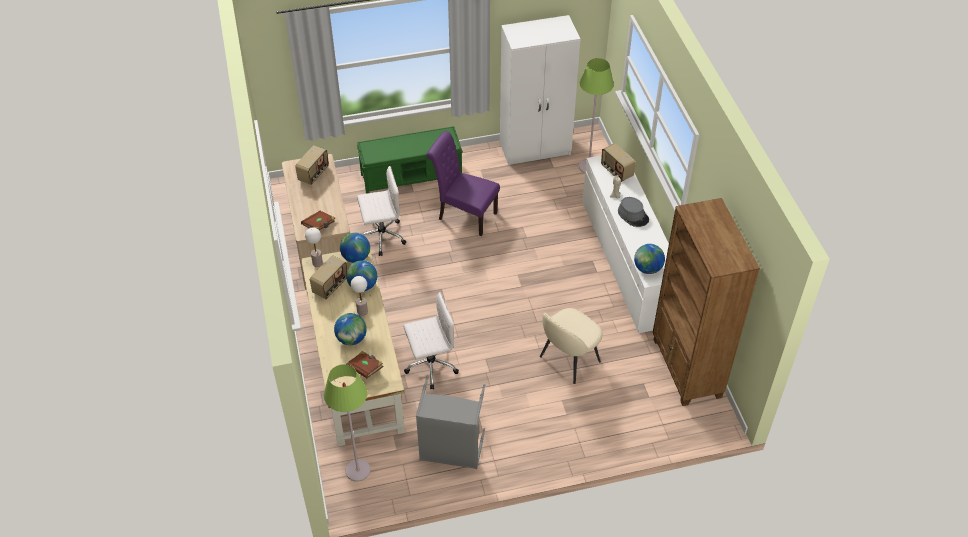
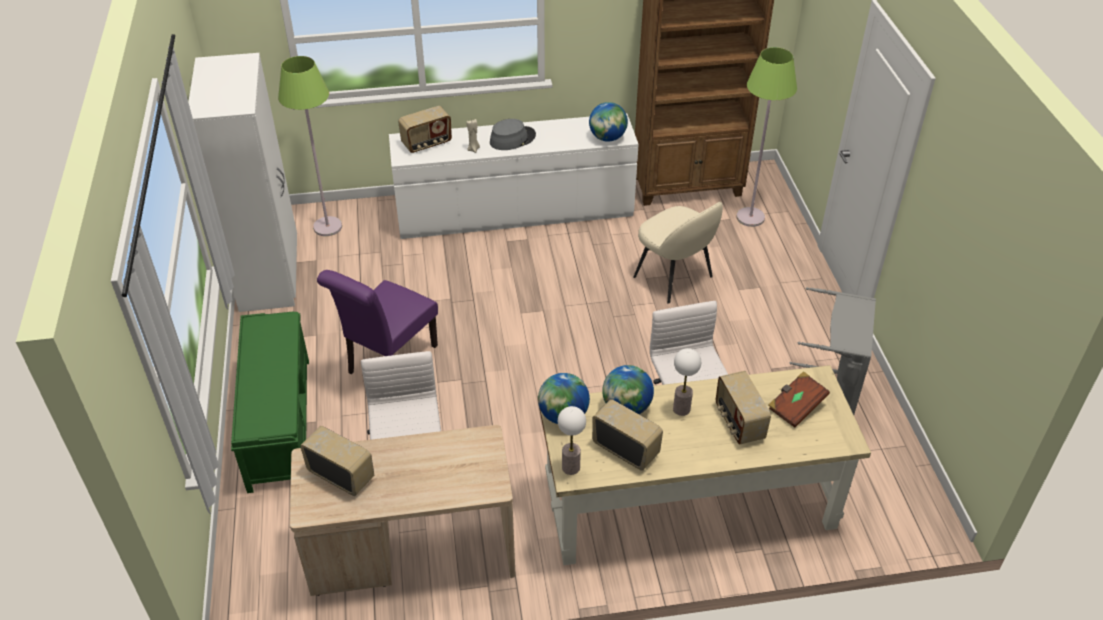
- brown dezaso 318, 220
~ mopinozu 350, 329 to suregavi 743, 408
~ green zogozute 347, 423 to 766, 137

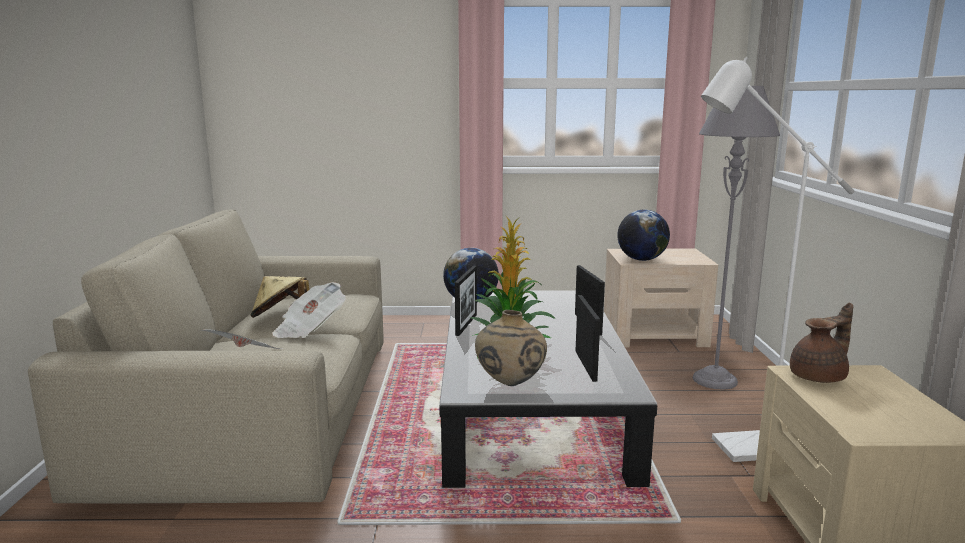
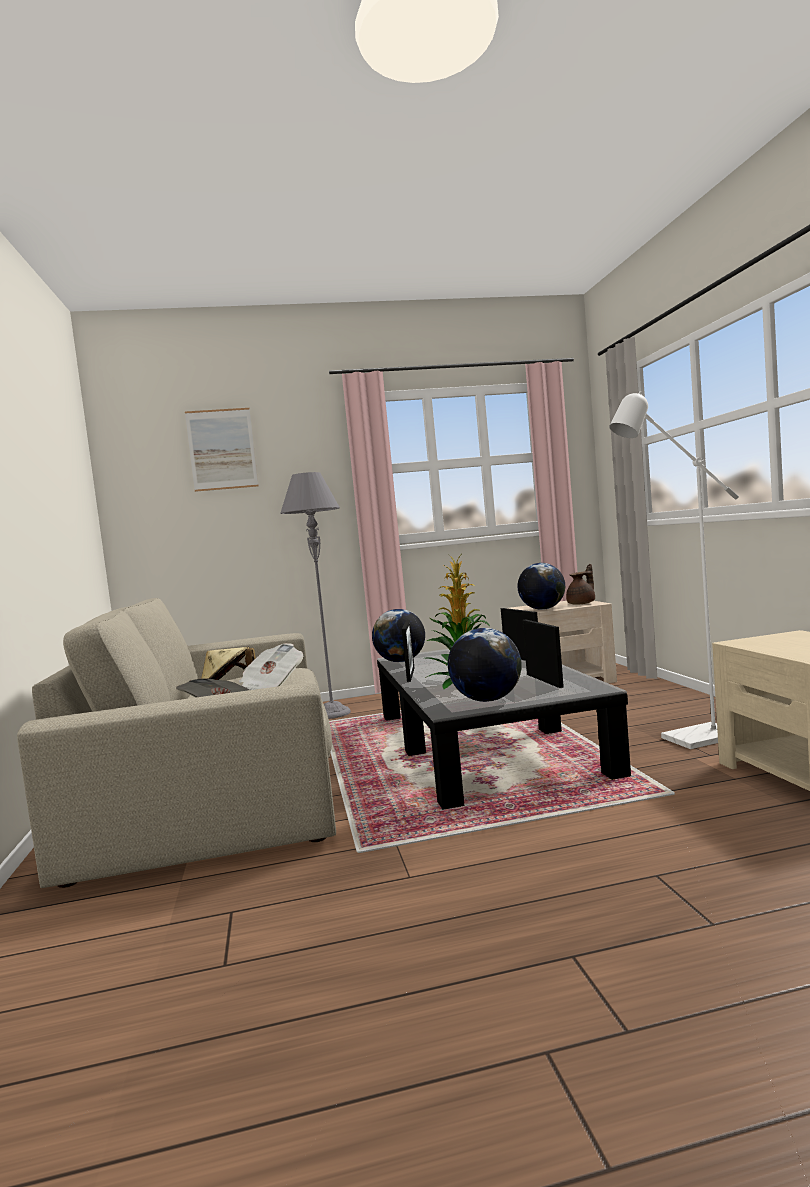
~ grey zogozute 736, 238 to 315, 595
~ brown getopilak 821, 343 to 580, 584
~ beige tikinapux 511, 348 to mopinozu 485, 665
+ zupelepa 222, 450

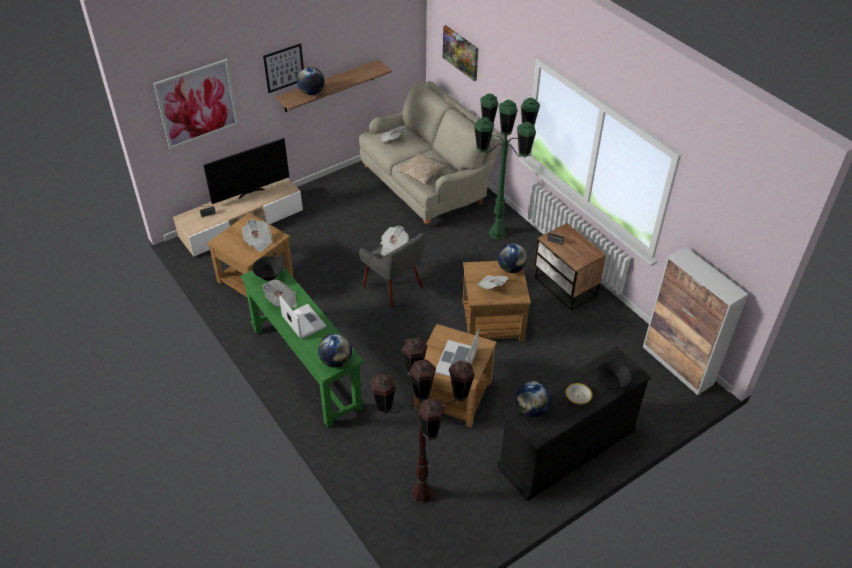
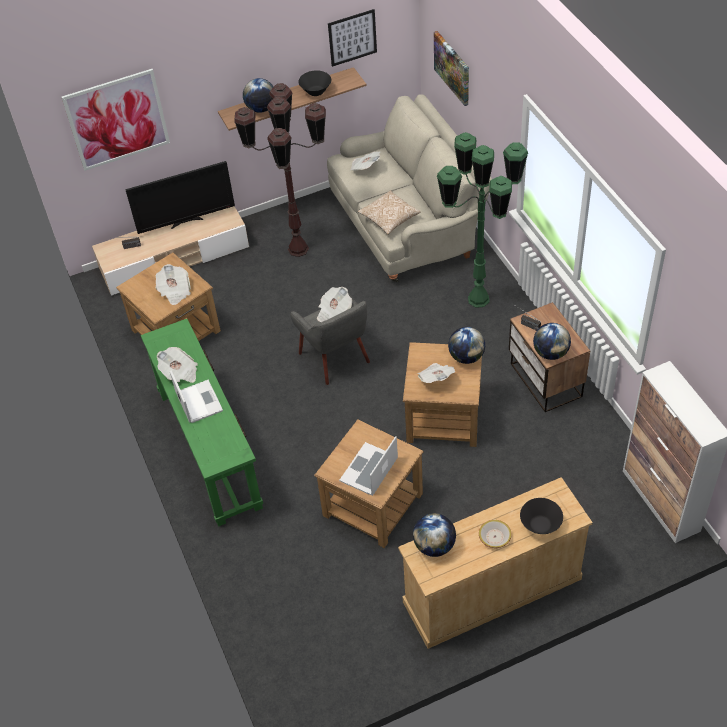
~ zupelepa 283, 68 to 352, 38
~ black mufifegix 268, 268 to 314, 83
~ mopinozu 335, 351 to 552, 341
~ brown zogozute 422, 421 to 280, 170
~ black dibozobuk 574, 423 to beige dibozobuk 495, 563

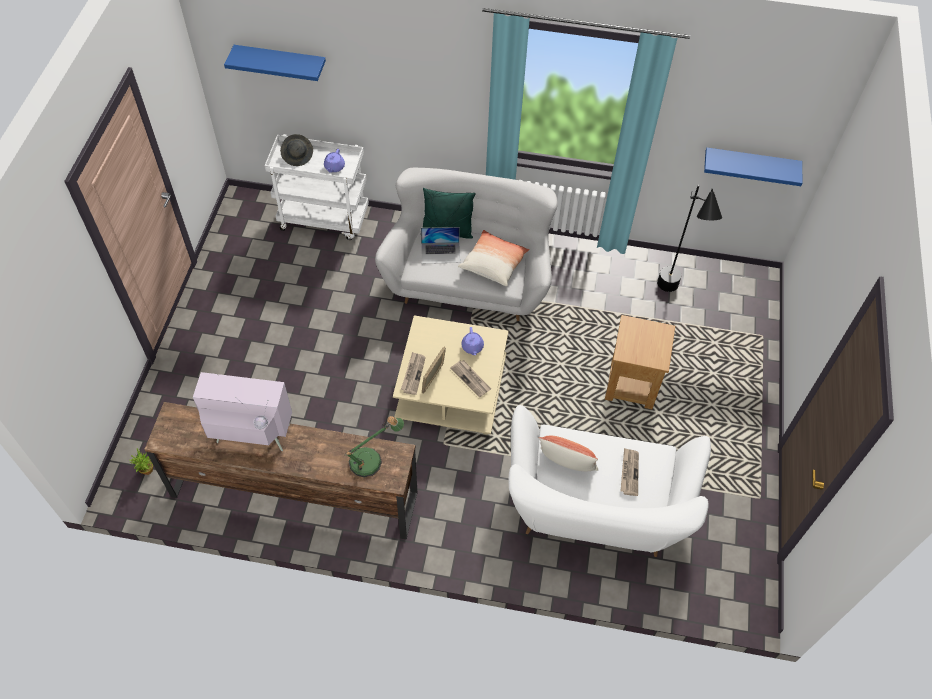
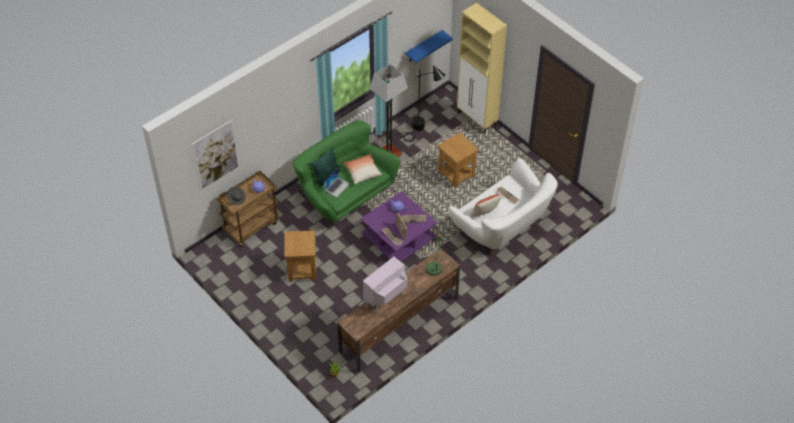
~ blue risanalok 275, 63 to zupelepa 215, 155
~ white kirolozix 317, 187 to brown kirolozix 248, 209
~ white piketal 466, 244 to green piketal 346, 173
~ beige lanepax 451, 375 to purple lanepax 399, 226
+ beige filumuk 482, 68
+ zogozute 392, 110
+ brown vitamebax 300, 256

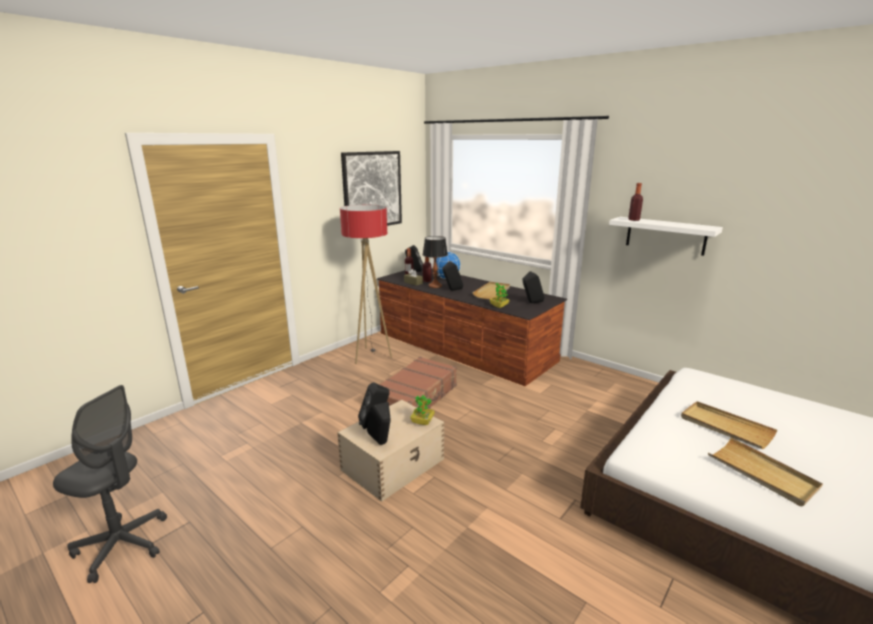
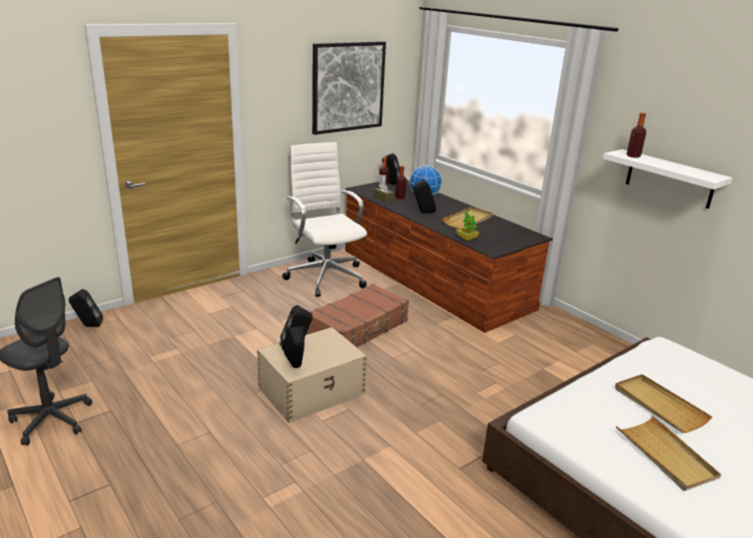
~ zogozute 366, 284 to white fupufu 324, 219
- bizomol 435, 262
~ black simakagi 533, 287 to 86, 308
- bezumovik 422, 410

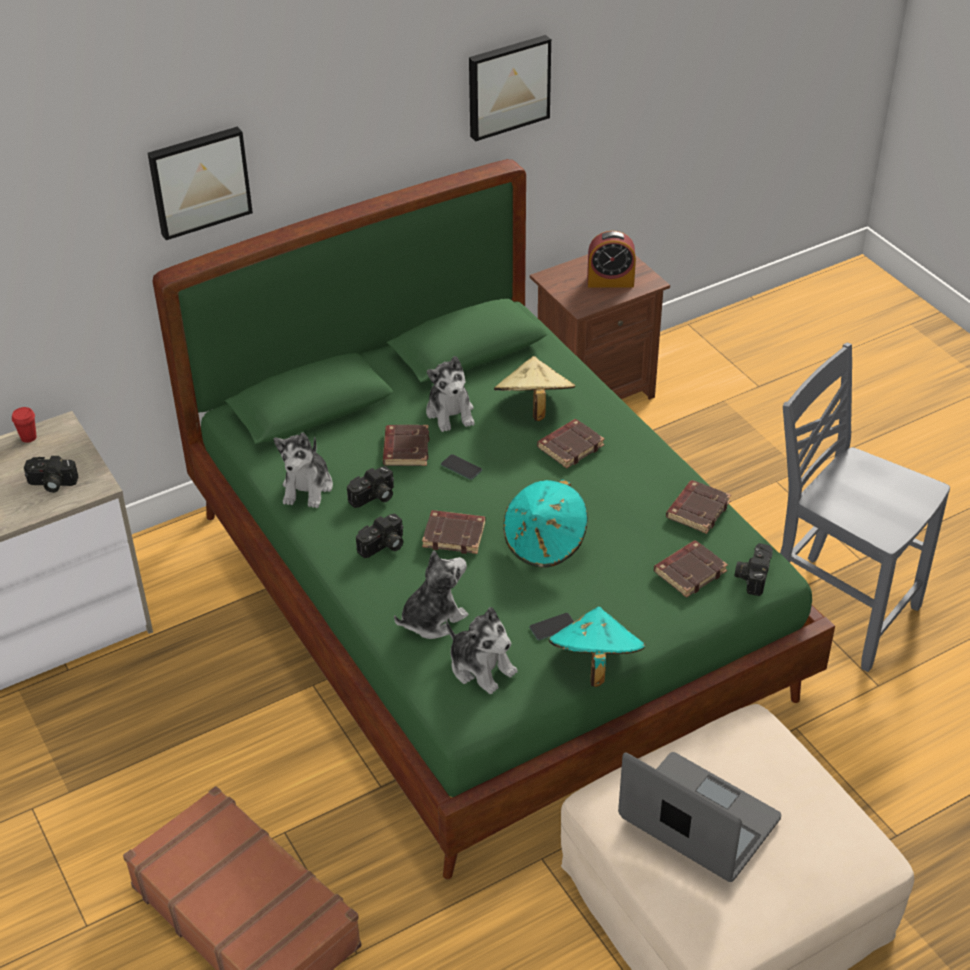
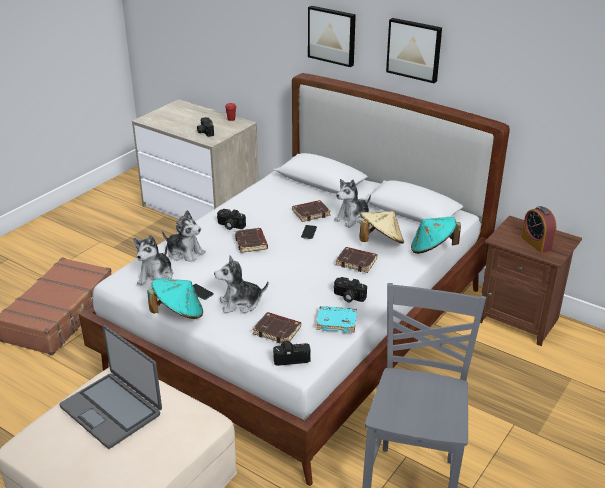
~ zupelepa 510, 88 to 414, 50
~ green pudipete 494, 519 to white pudipete 294, 279
~ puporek 303, 470 to 241, 284
~ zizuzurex 370, 487 to 350, 289
~ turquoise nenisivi 545, 523 to 436, 235
~ brown dezaso 698, 507 to turquoise dezaso 336, 319
~ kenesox 699, 817 = 110, 387 120 degrees clockwise

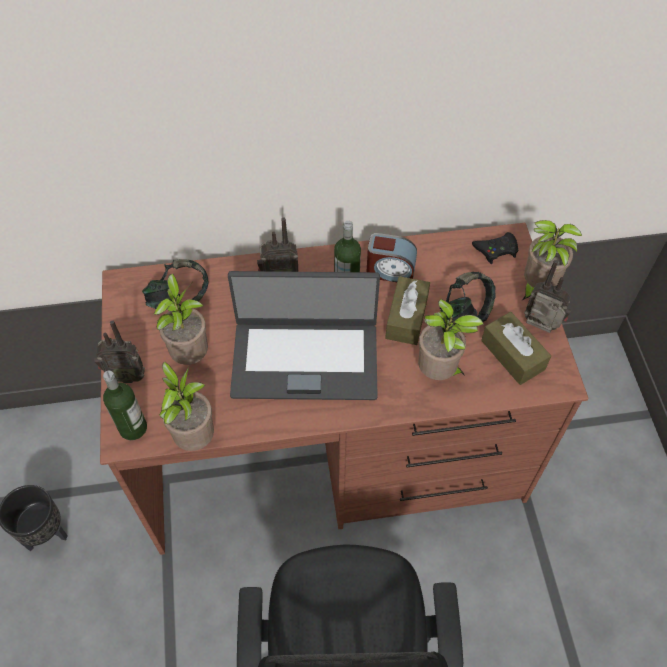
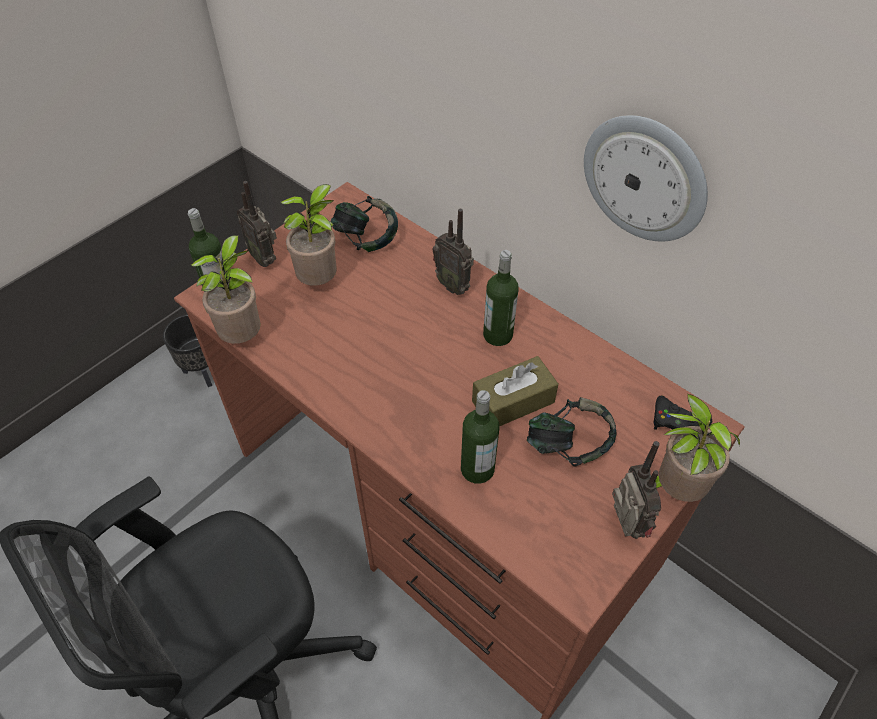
- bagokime 391, 257
- kenesox 304, 335
~ bezumovik 451, 339 to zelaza 480, 437
- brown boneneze 516, 348
+ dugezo 646, 178

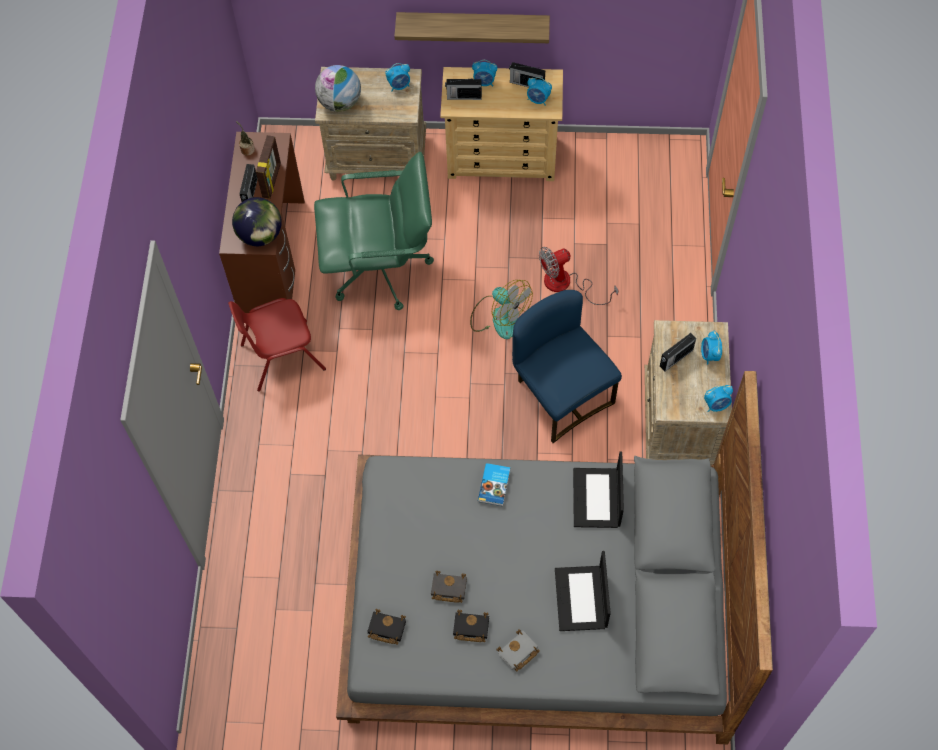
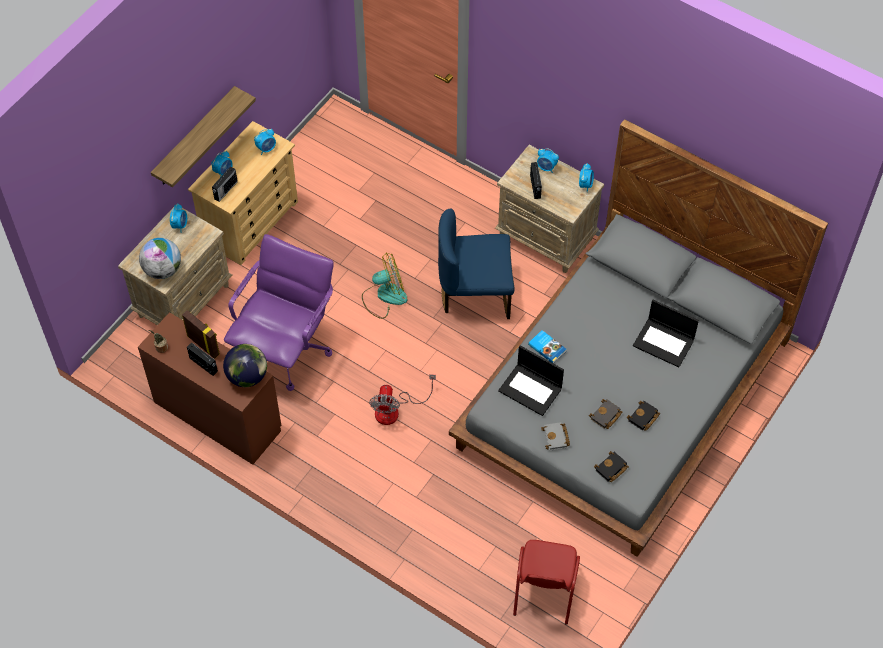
- suregavi 527, 74
~ green fupufu 374, 231 to purple fupufu 279, 312
~ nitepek 579, 276 to 402, 399
~ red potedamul 277, 345 to 546, 582
~ kenesox 598, 490 to 531, 380
~ grey dezaso 518, 650 to 555, 436

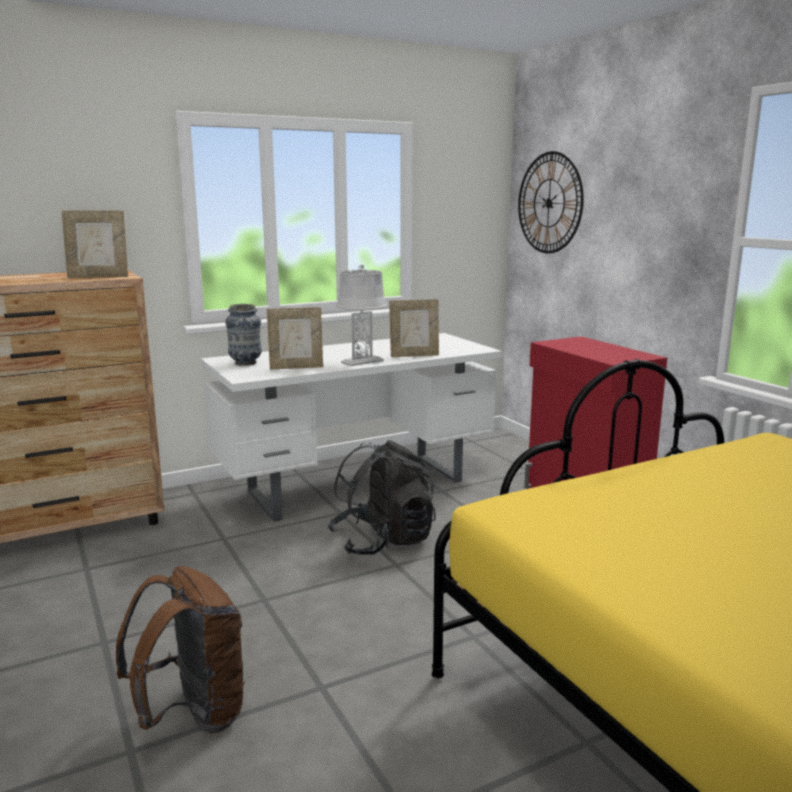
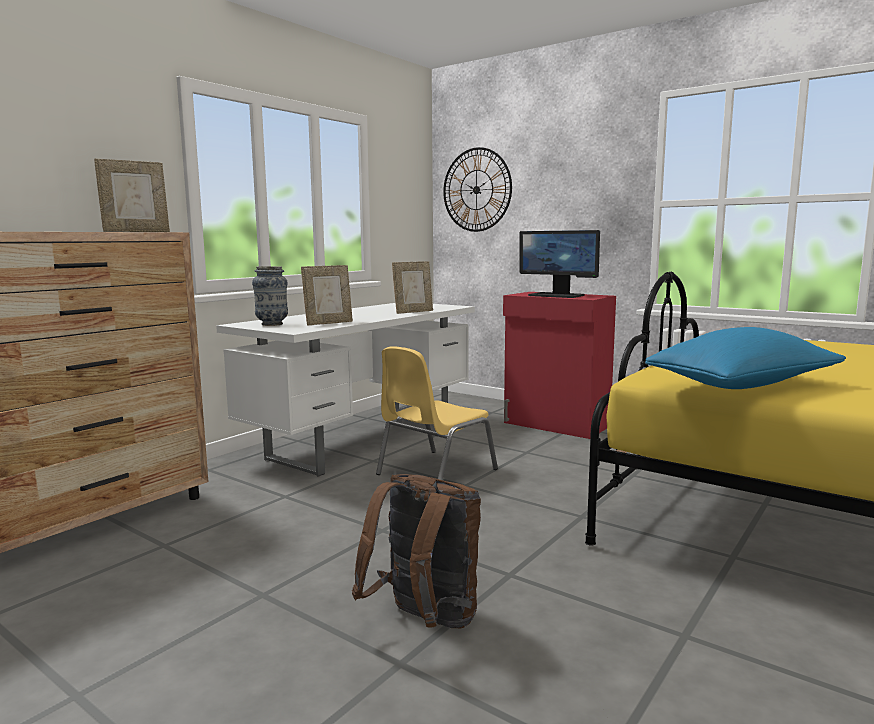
- grey bizomol 362, 315
~ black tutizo 381, 497 to yellow potedamul 437, 413
+ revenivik 560, 264
+ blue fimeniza 745, 358

